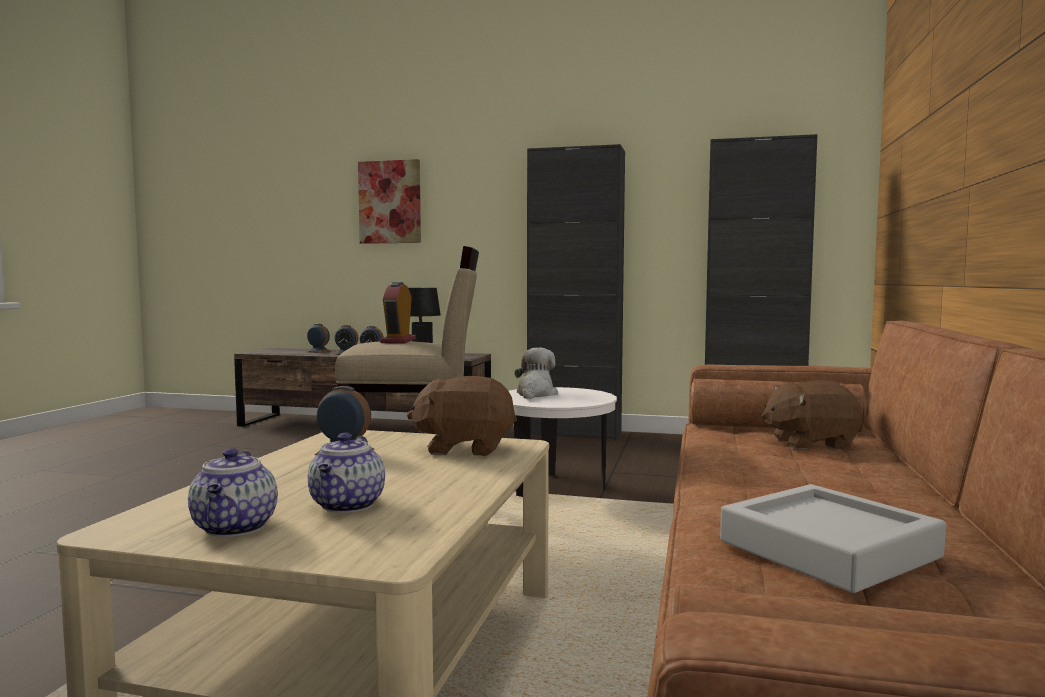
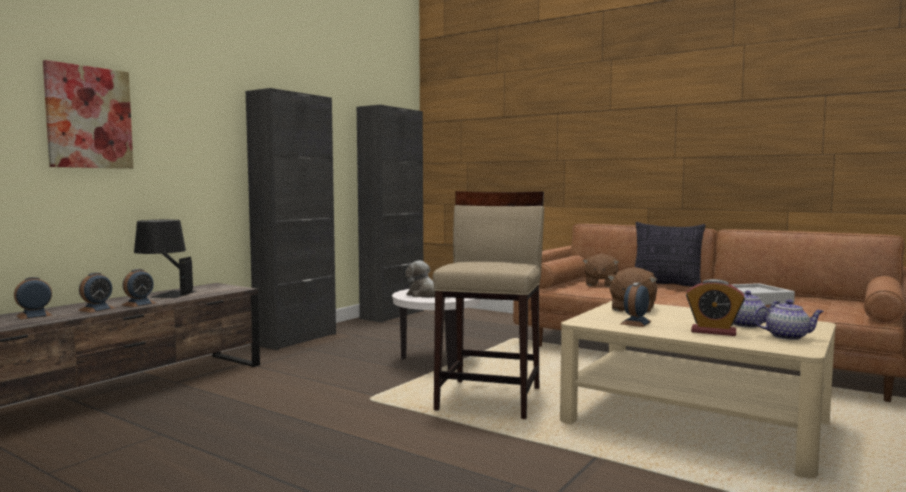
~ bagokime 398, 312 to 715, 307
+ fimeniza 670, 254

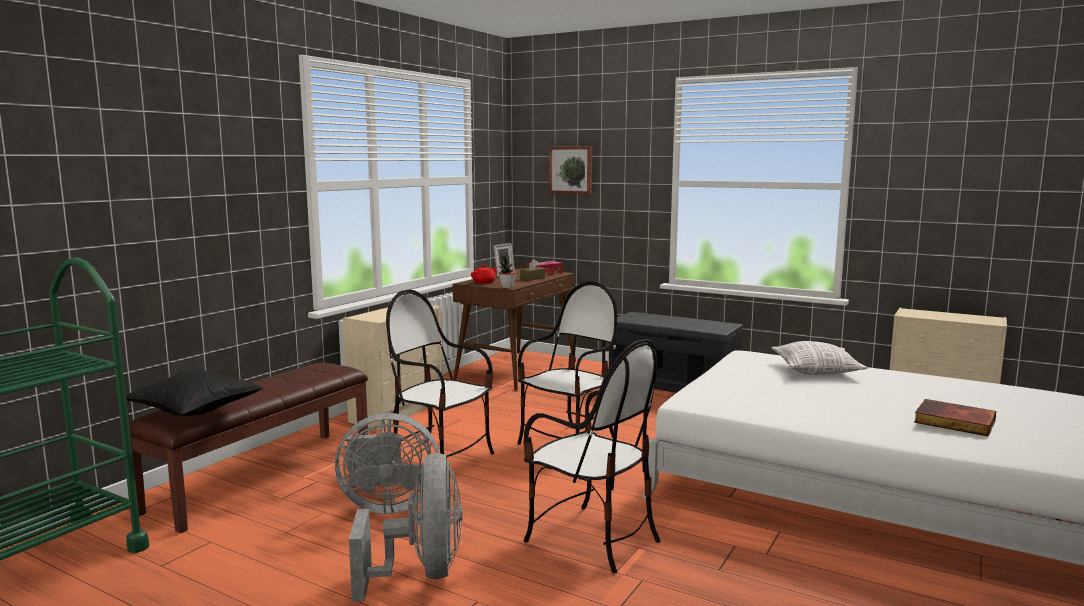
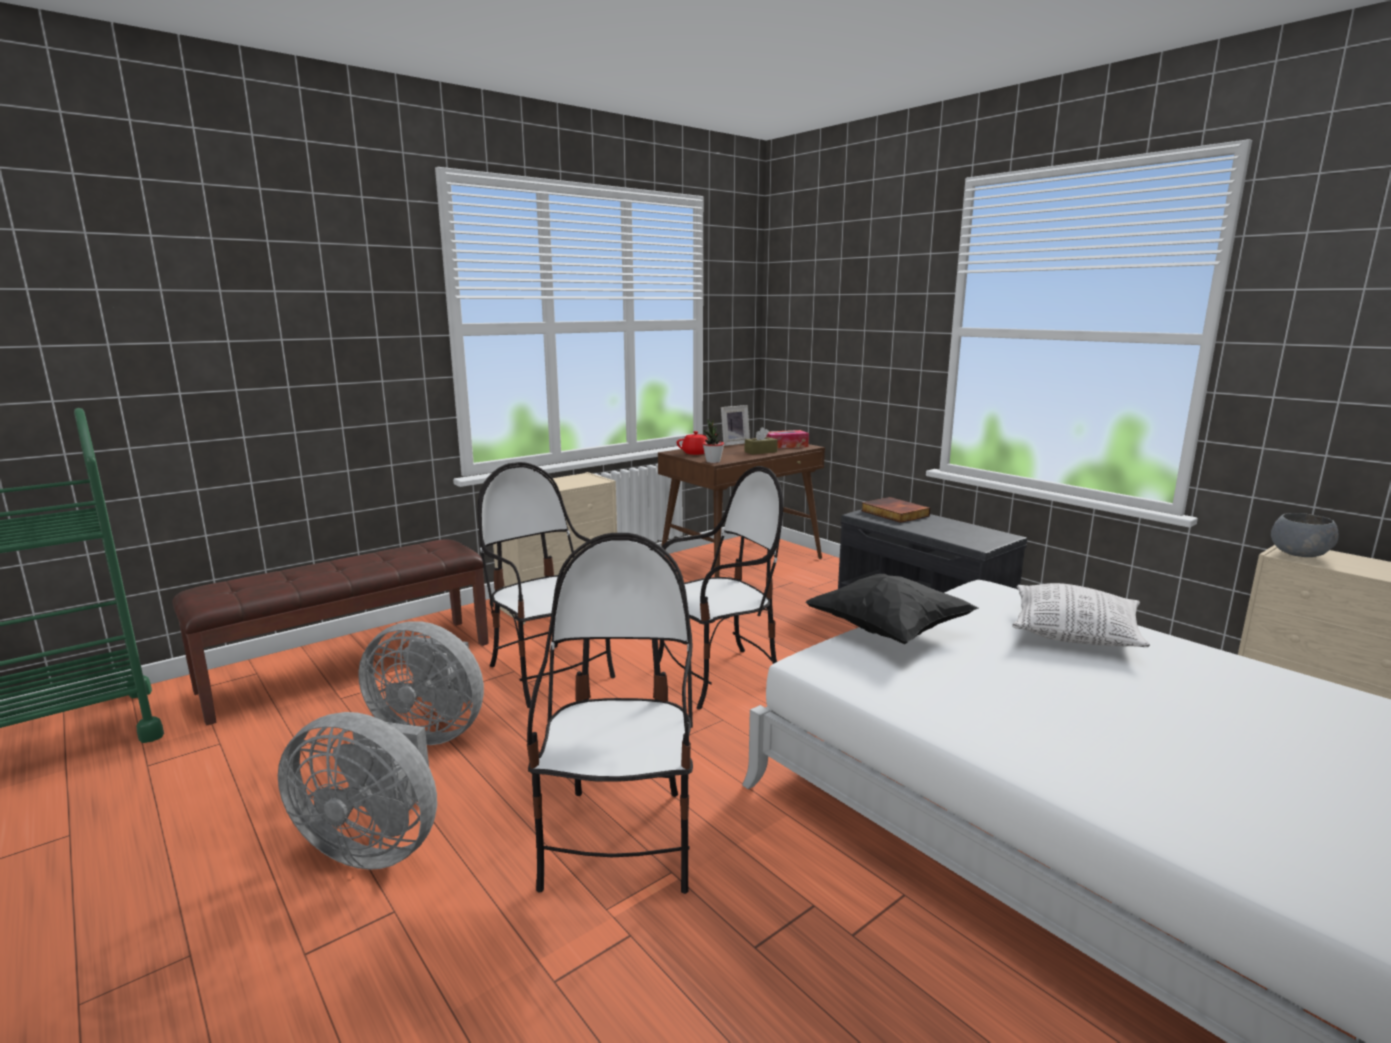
- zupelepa 571, 170
~ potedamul 592, 456 = 610, 713 150 degrees counterclockwise
~ black fimeniza 195, 393 to 892, 609
~ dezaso 955, 418 to 895, 510
~ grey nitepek 406, 527 = 357, 791 90 degrees clockwise
+ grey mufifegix 1305, 535

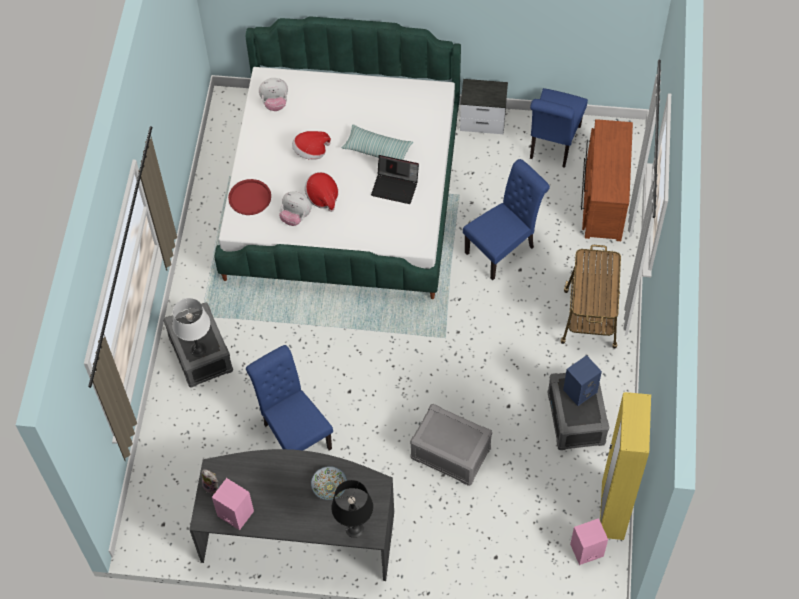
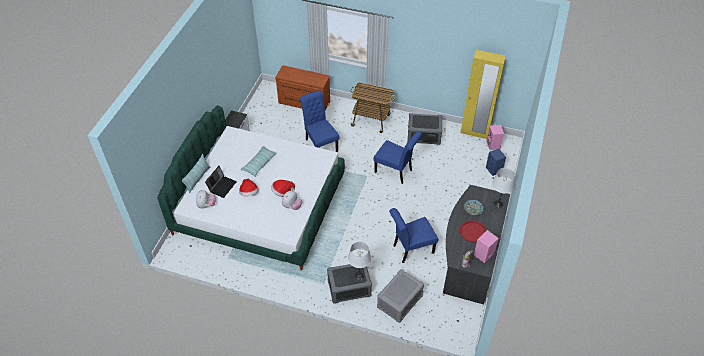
~ blue potedamul 559, 128 to 397, 157
~ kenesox 395, 179 to 221, 182
~ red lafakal 249, 197 to 473, 231
~ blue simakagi 582, 380 to 496, 162
~ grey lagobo 451, 445 to 400, 296
~ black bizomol 352, 509 to white bizomol 503, 188
+ fimeniza 196, 173

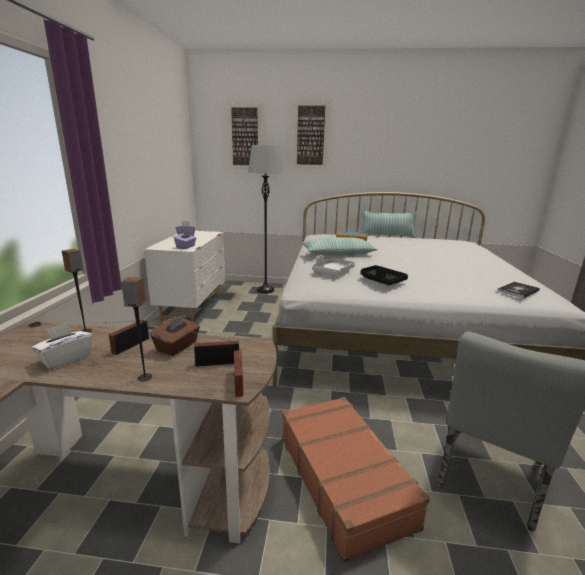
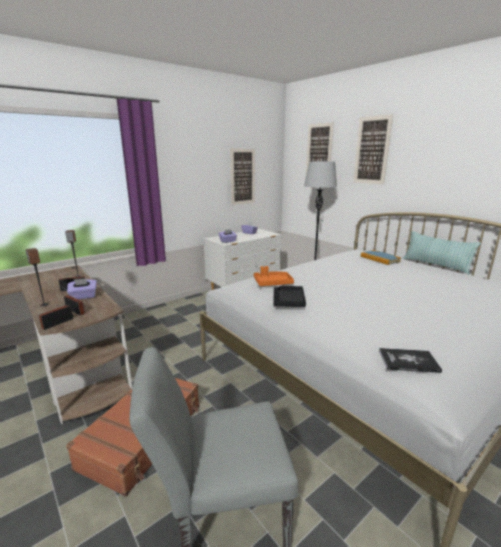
- fimeniza 340, 246
~ grey lafakal 333, 265 to orange lafakal 274, 276
~ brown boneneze 175, 335 to purple boneneze 82, 289
- white boneneze 62, 346
+ zupelepa 242, 176

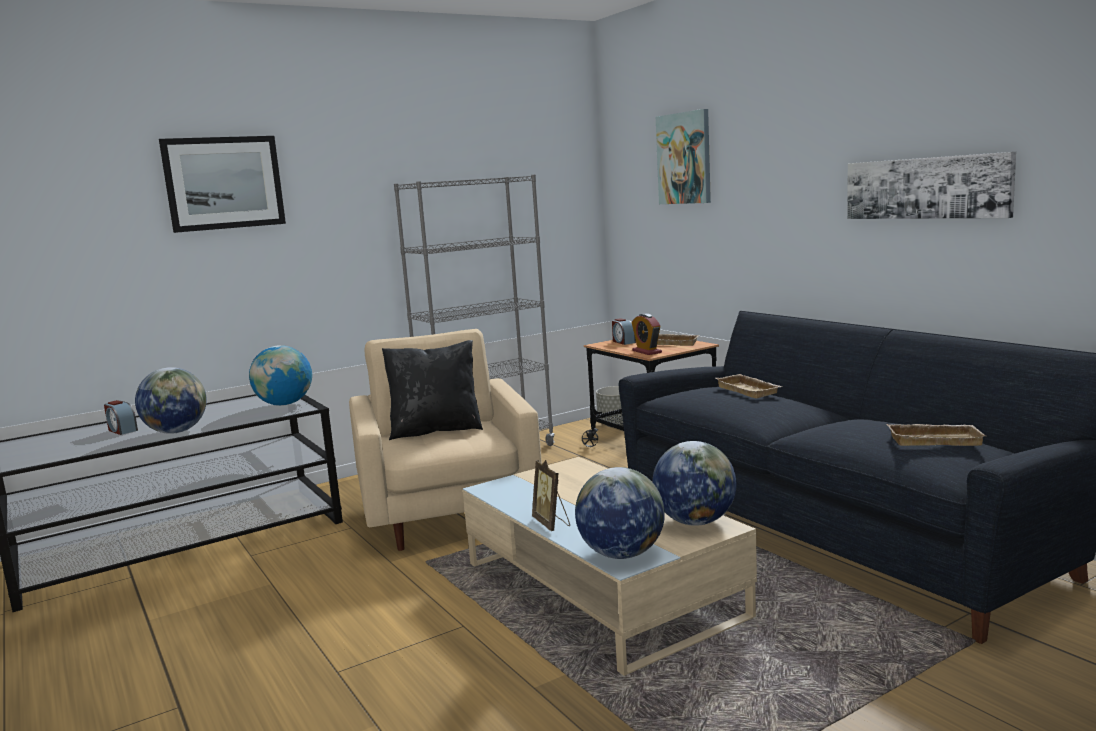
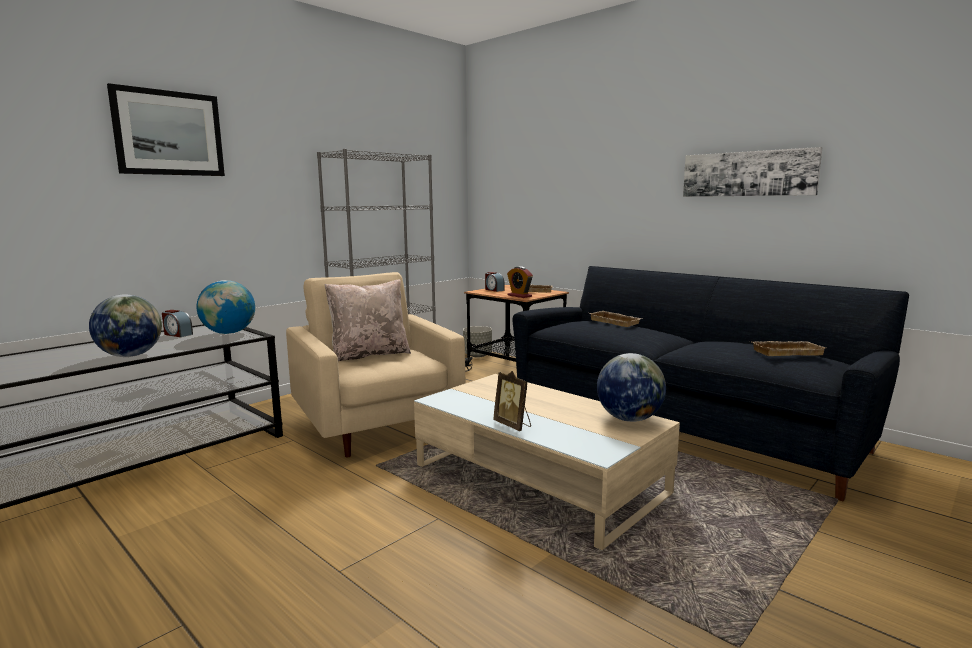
- zupelepa 683, 156
~ black fimeniza 432, 390 to beige fimeniza 367, 320
~ bagokime 121, 417 to 177, 323
- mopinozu 620, 513

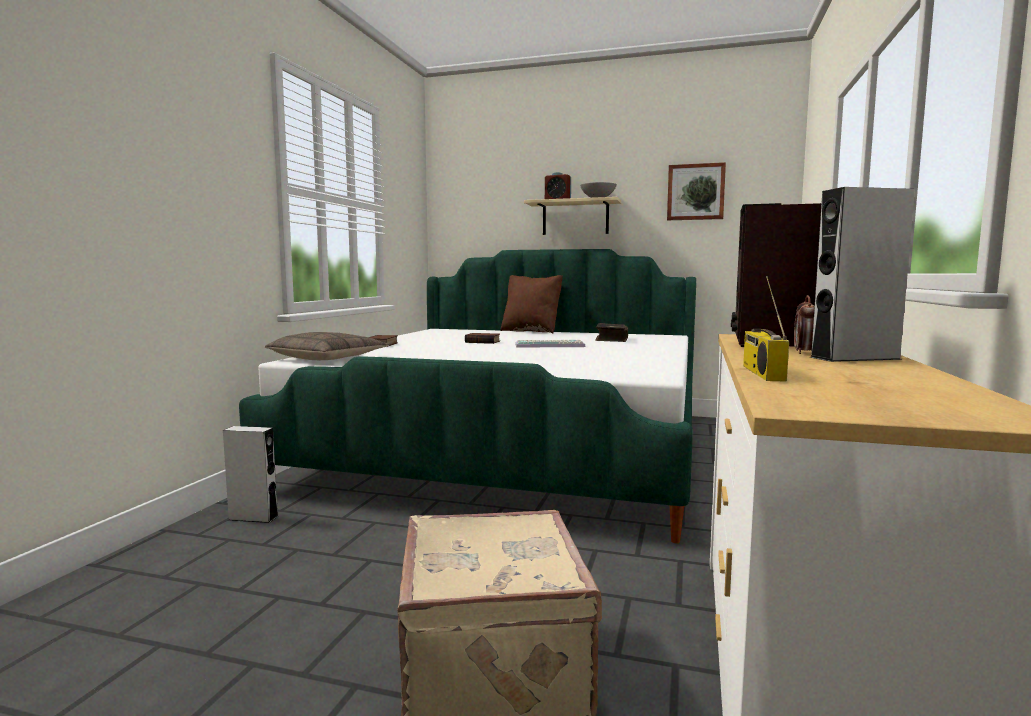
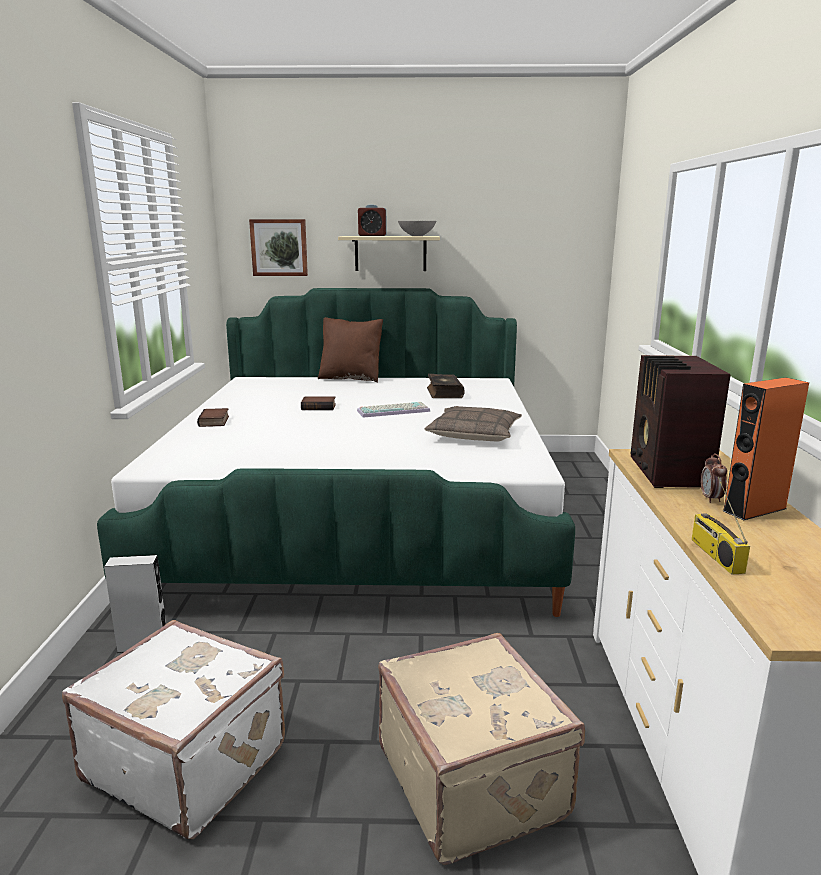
~ zupelepa 696, 191 to 278, 247
~ grey simakagi 862, 274 to orange simakagi 766, 449
~ fimeniza 327, 346 to 473, 423
+ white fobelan 173, 729

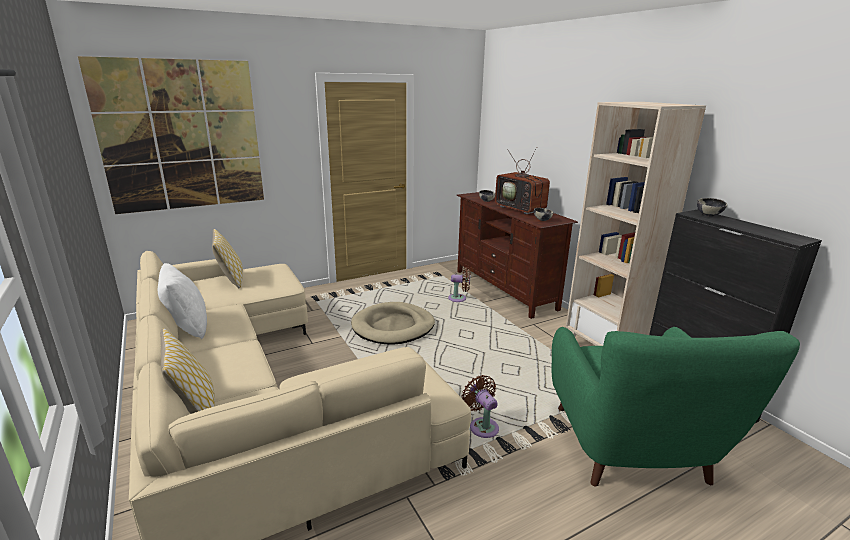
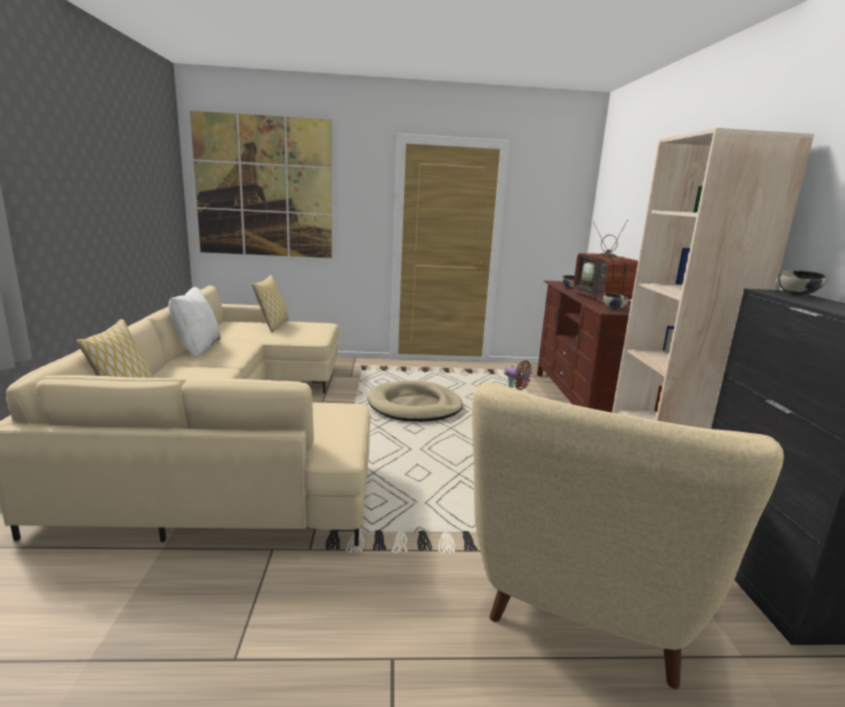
~ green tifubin 676, 407 to beige tifubin 628, 535
- brown nitepek 480, 406

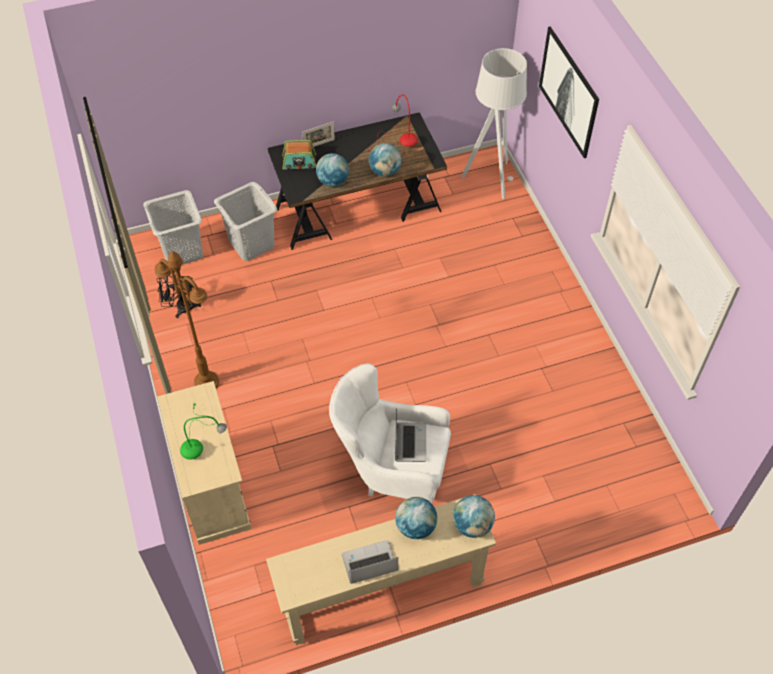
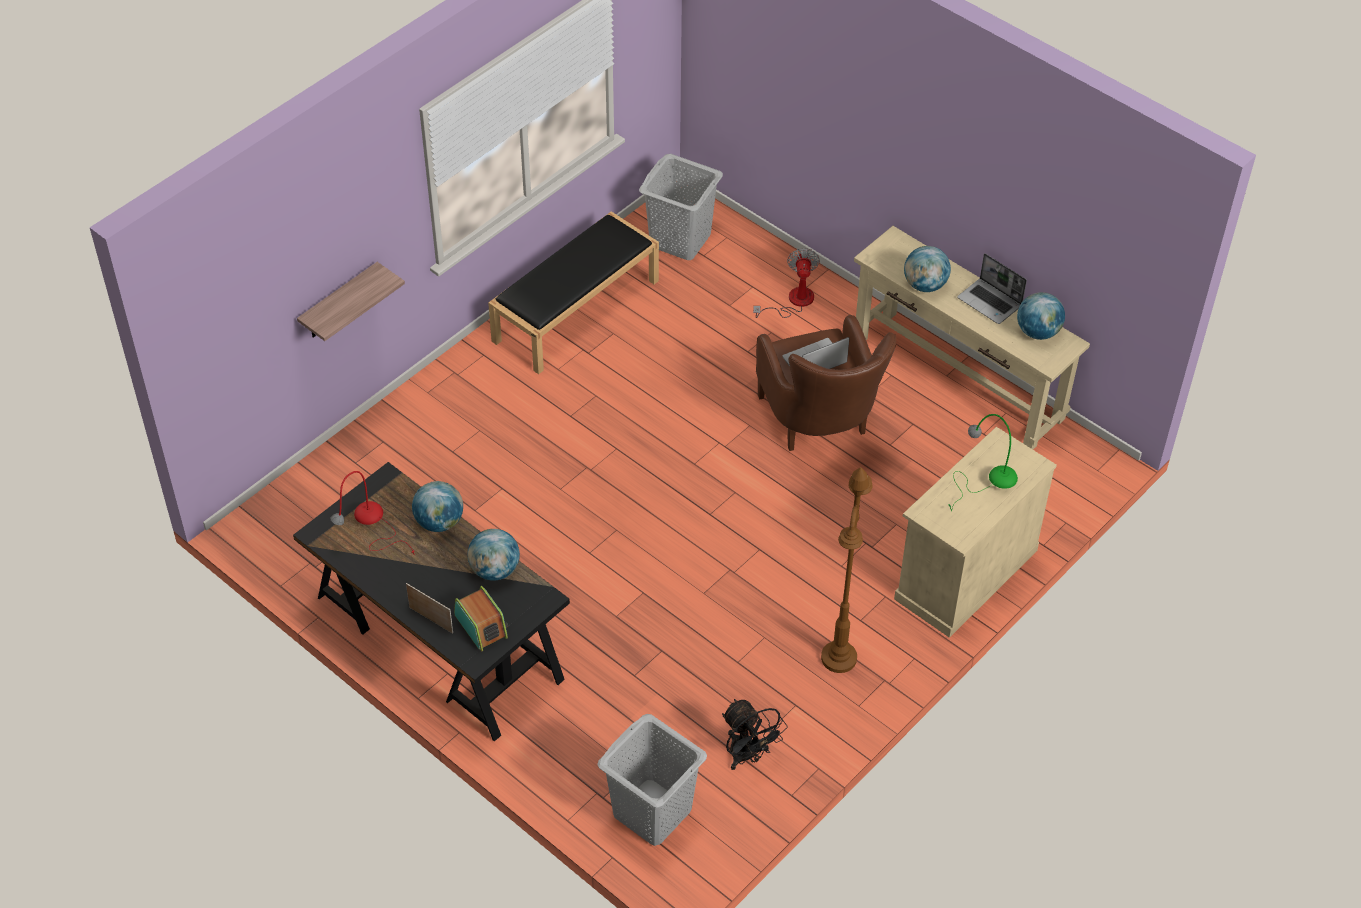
- zupelepa 569, 92
- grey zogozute 494, 123
~ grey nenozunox 245, 221 to 681, 207
~ white tifubin 390, 433 to brown tifubin 826, 383
~ mopinozu 474, 516 to 1041, 316
+ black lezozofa 573, 293
+ nitepek 786, 283
+ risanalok 351, 301

